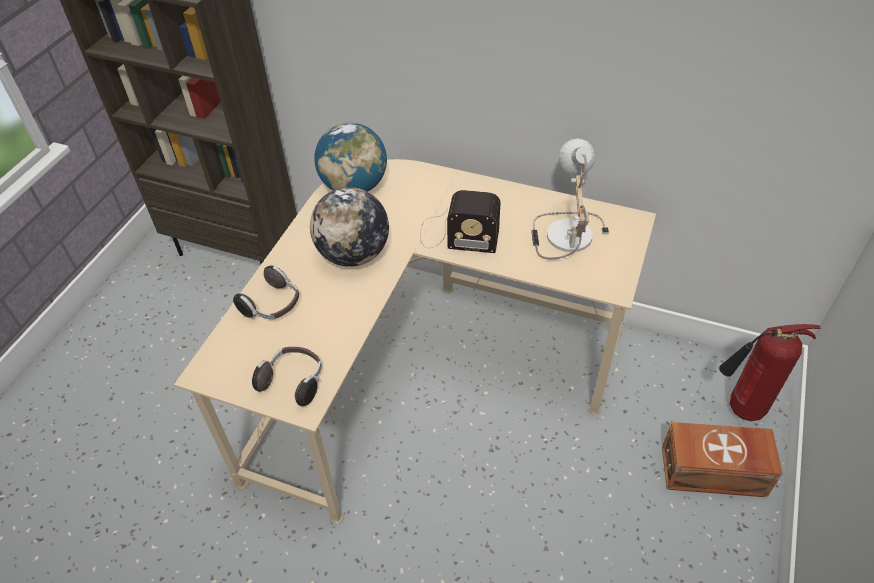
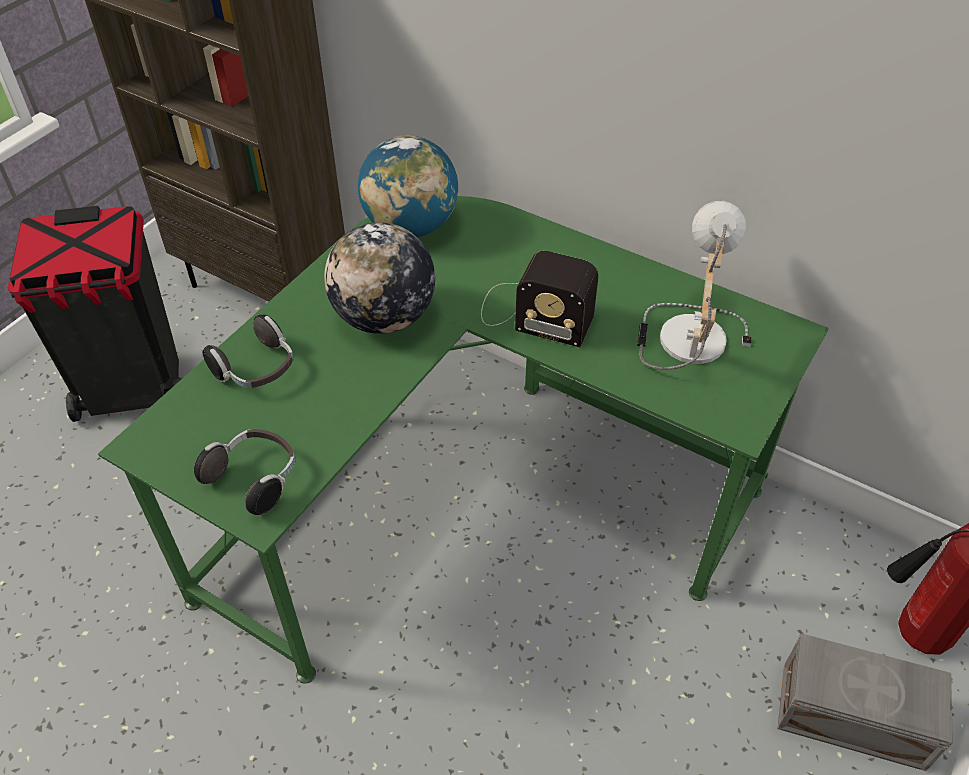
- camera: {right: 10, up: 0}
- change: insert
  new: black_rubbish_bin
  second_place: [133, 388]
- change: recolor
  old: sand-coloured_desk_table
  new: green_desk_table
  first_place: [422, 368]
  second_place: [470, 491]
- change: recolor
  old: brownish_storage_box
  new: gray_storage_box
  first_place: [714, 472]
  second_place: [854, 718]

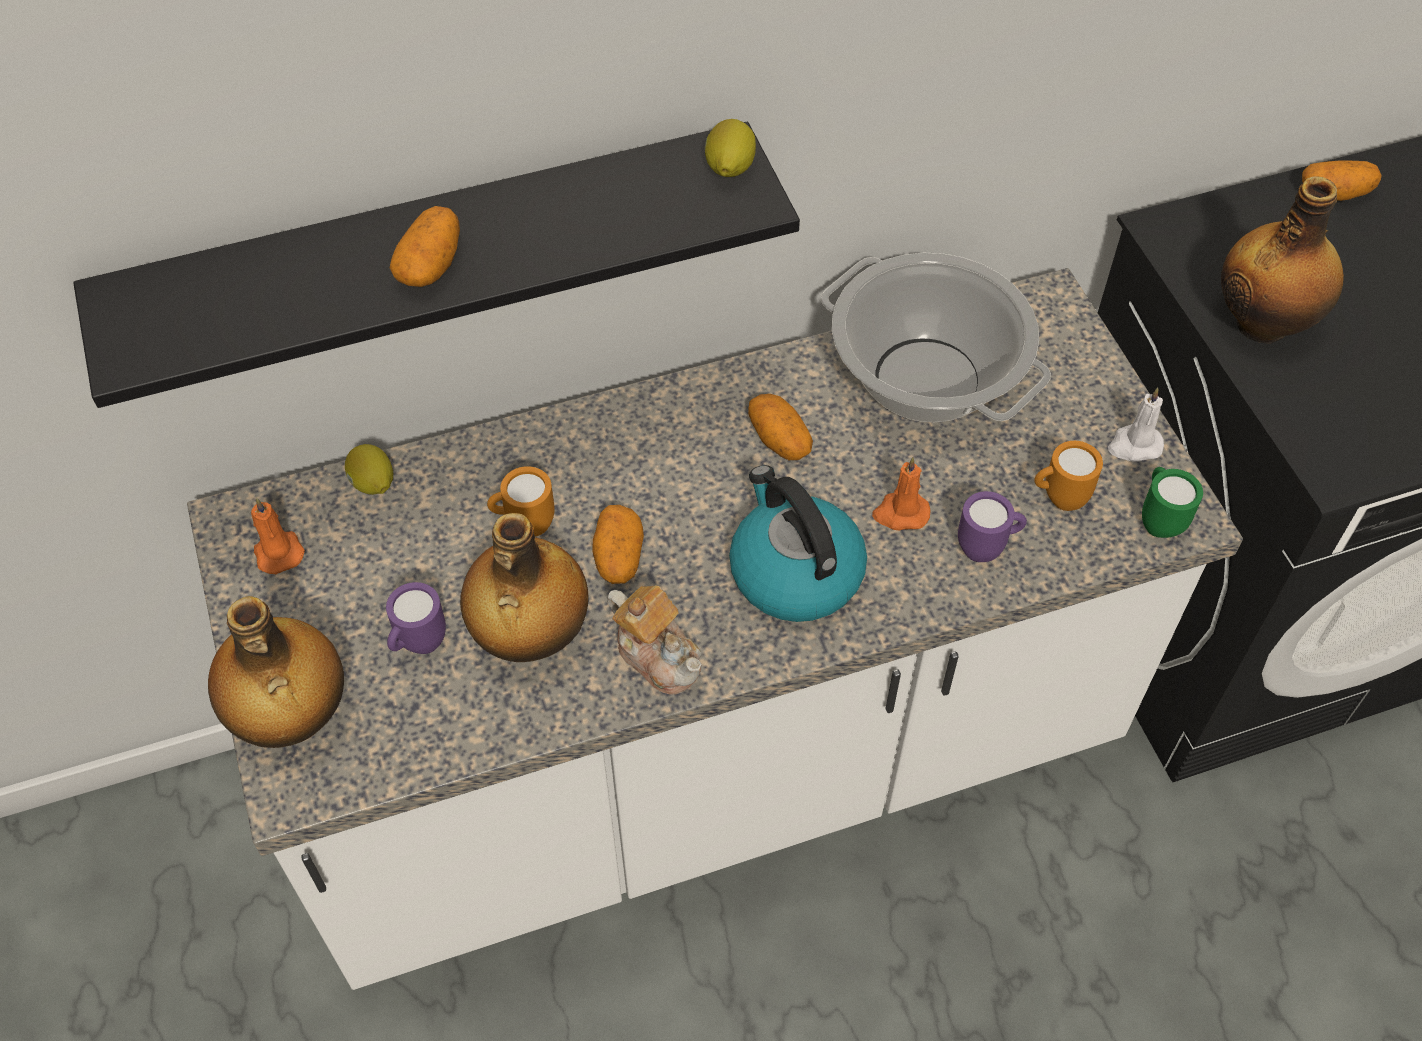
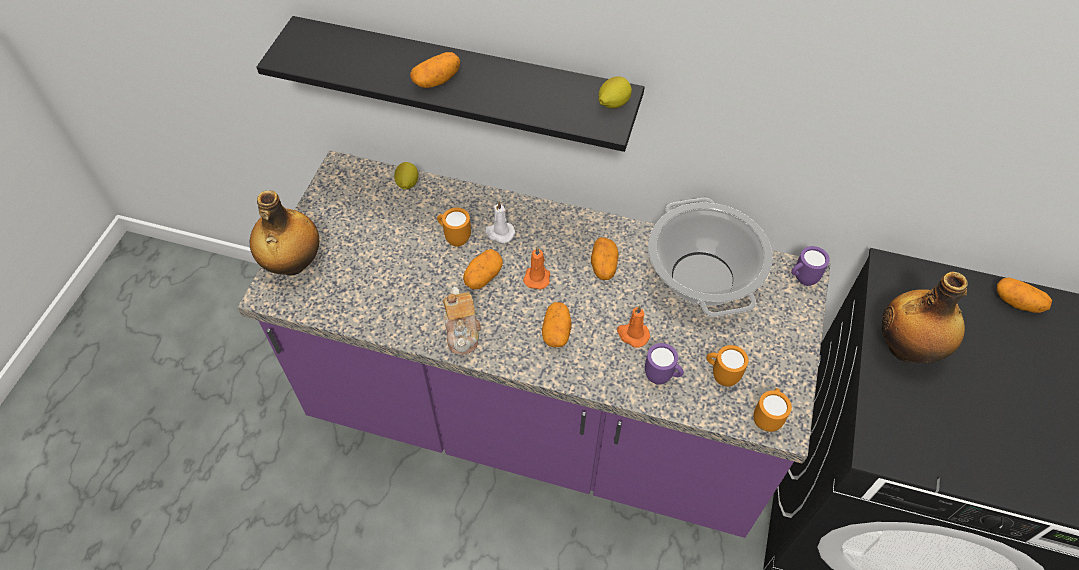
- camera: {right: 35, up: 0}
- change: delete
  old: beverage_bottle
  first_place: [529, 636]
- change: move
  old: orange_candle
  first_place: [278, 551]
  second_place: [537, 277]
- change: move
  old: purple_mug
  first_place: [418, 645]
  second_place: [801, 279]
- change: move
  old: white_candle
  first_place: [1134, 445]
  second_place: [499, 233]
- change: replace
  old: tea_kettle
  new: spud
  first_place: [794, 572]
  second_place: [556, 331]
- change: recolor
  old: white_kitchen_counter
  new: purple_kitchen_counter
  first_place: [711, 761]
  second_place: [538, 418]
- change: recolor
  old: green_mug
  new: orange_mug
  first_place: [1158, 519]
  second_place: [767, 418]

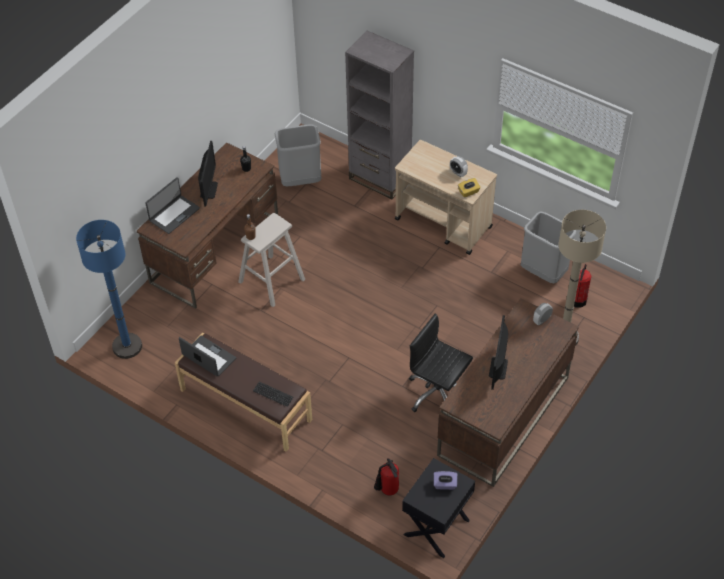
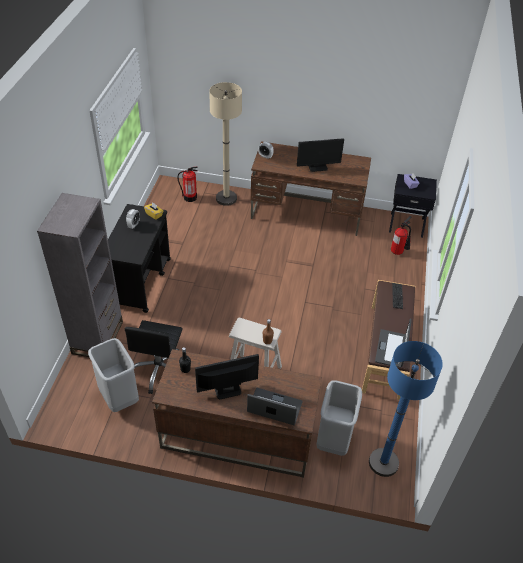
- camera: {right: -115, up: -5}
- change: move
  old: black_computer_chair
  first_place: [438, 393]
  second_place: [159, 370]
- change: move
  old: gray_rubbish_bin
  first_place: [544, 272]
  second_place: [333, 439]
- change: recolor
  old: sand-coloured_cart
  new: black_cart
  first_place: [444, 223]
  second_place: [140, 281]

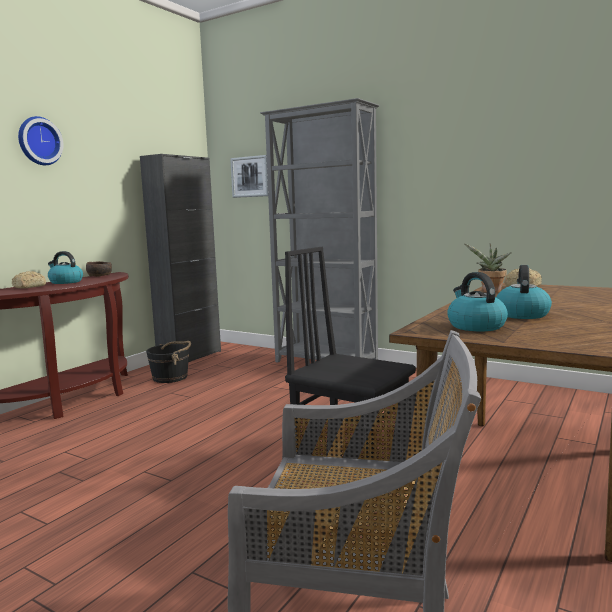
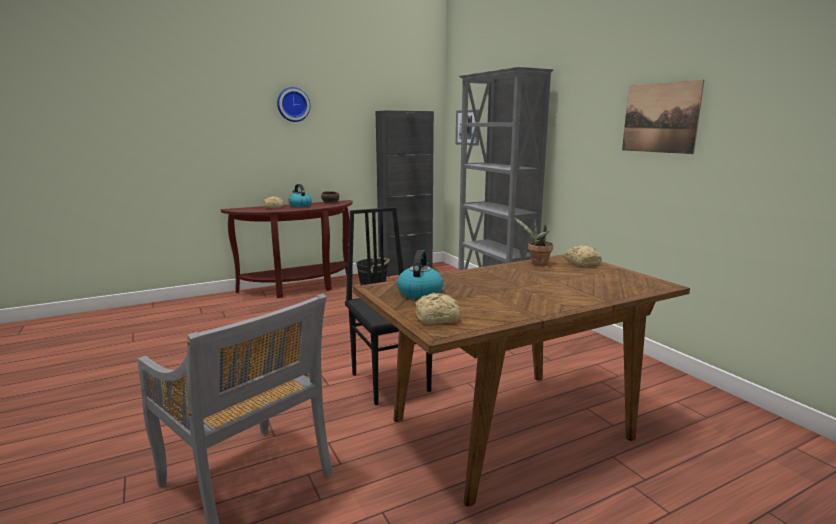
- camera: {right: 30, up: 5}
- change: delete
  old: tea_kettle
  first_place: [521, 314]
- change: insert
  new: bread
  second_place: [438, 318]
- change: insert
  new: picture
  second_place: [660, 118]

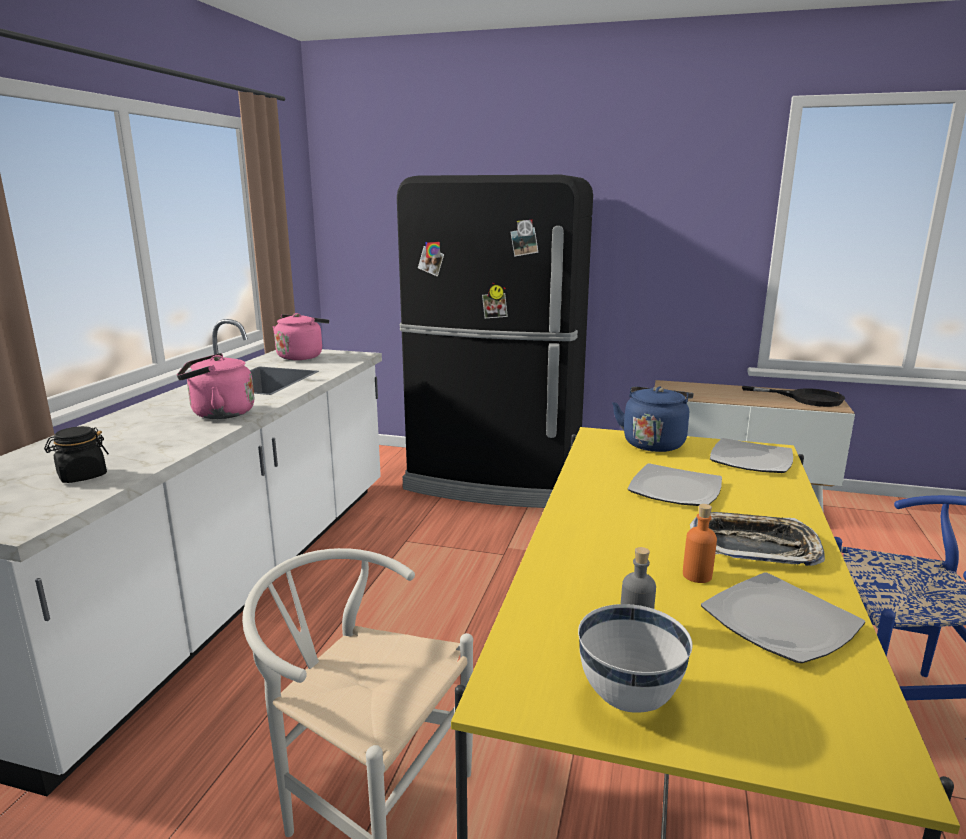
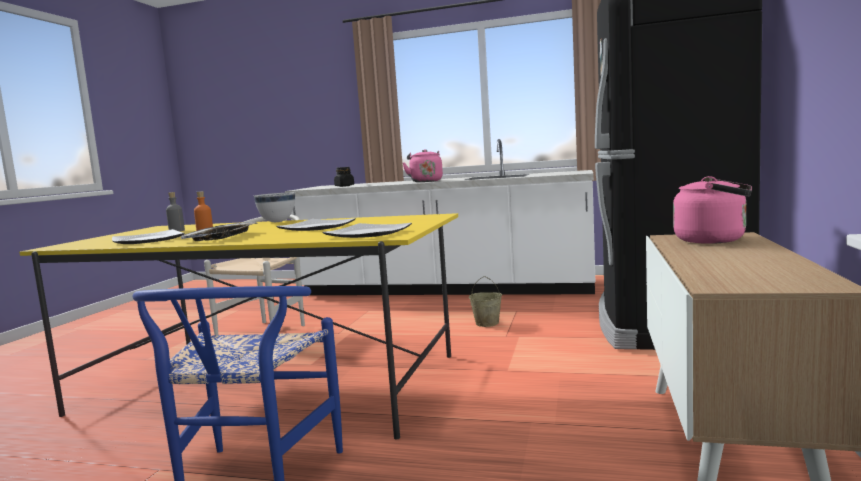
- camera: {right: 90, up: -10}
- change: delete
  old: blue_tea_kettle
  first_place: [654, 443]
- change: delete
  old: black_pan
  first_place: [806, 398]
- change: insert
  new: sand-coloured_water_bucket
  second_place: [487, 323]
- change: move
  old: pink_tea_kettle
  first_place: [301, 356]
  second_place: [714, 240]
- change: move
  old: white_bowl
  first_place: [628, 699]
  second_place: [277, 222]

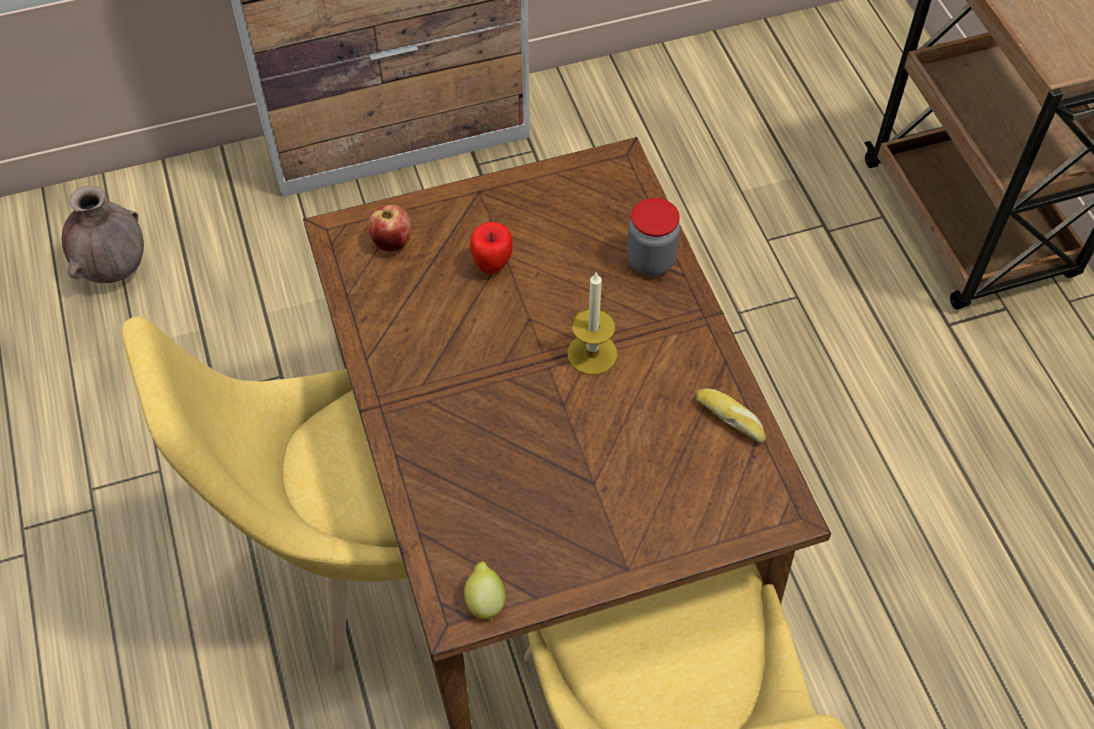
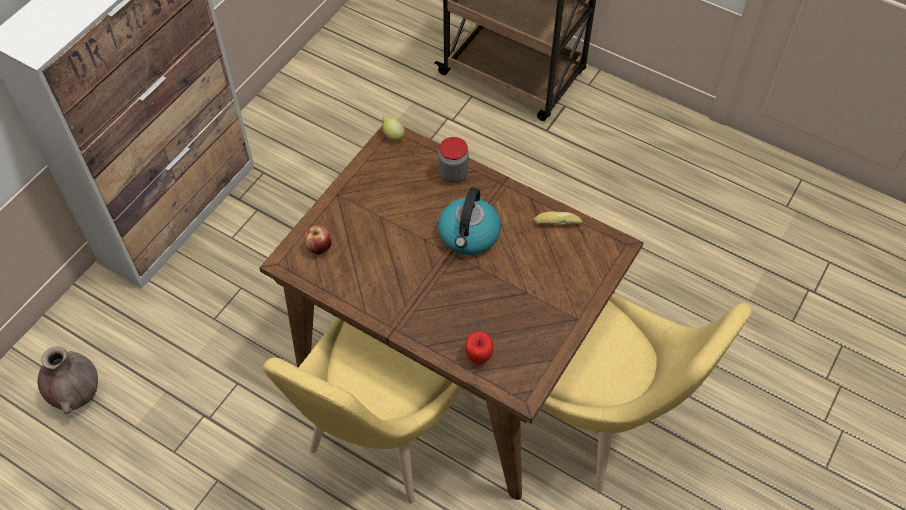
- camera: {right: -40, up: 0}
- change: move
  old: lemon
  first_place: [485, 600]
  second_place: [393, 136]
- change: move
  old: apple_fruit
  first_place: [492, 266]
  second_place: [478, 357]
- change: replace
  old: candle
  new: tea_kettle
  first_place: [592, 354]
  second_place: [469, 235]

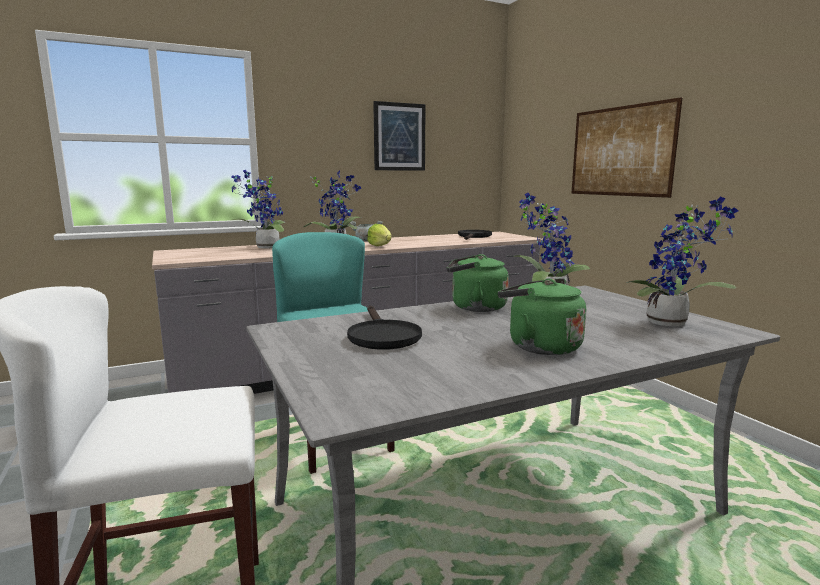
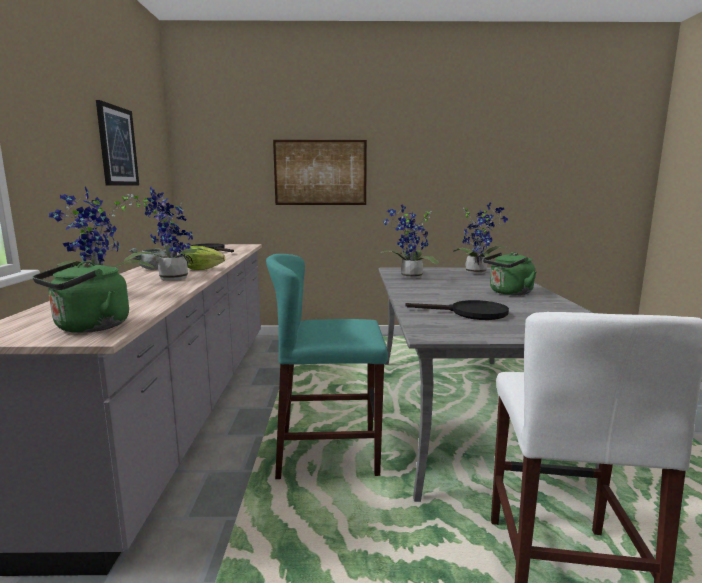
- camera: {right: -65, up: 0}
- change: move
  old: green_tea_kettle
  first_place: [475, 307]
  second_place: [88, 327]

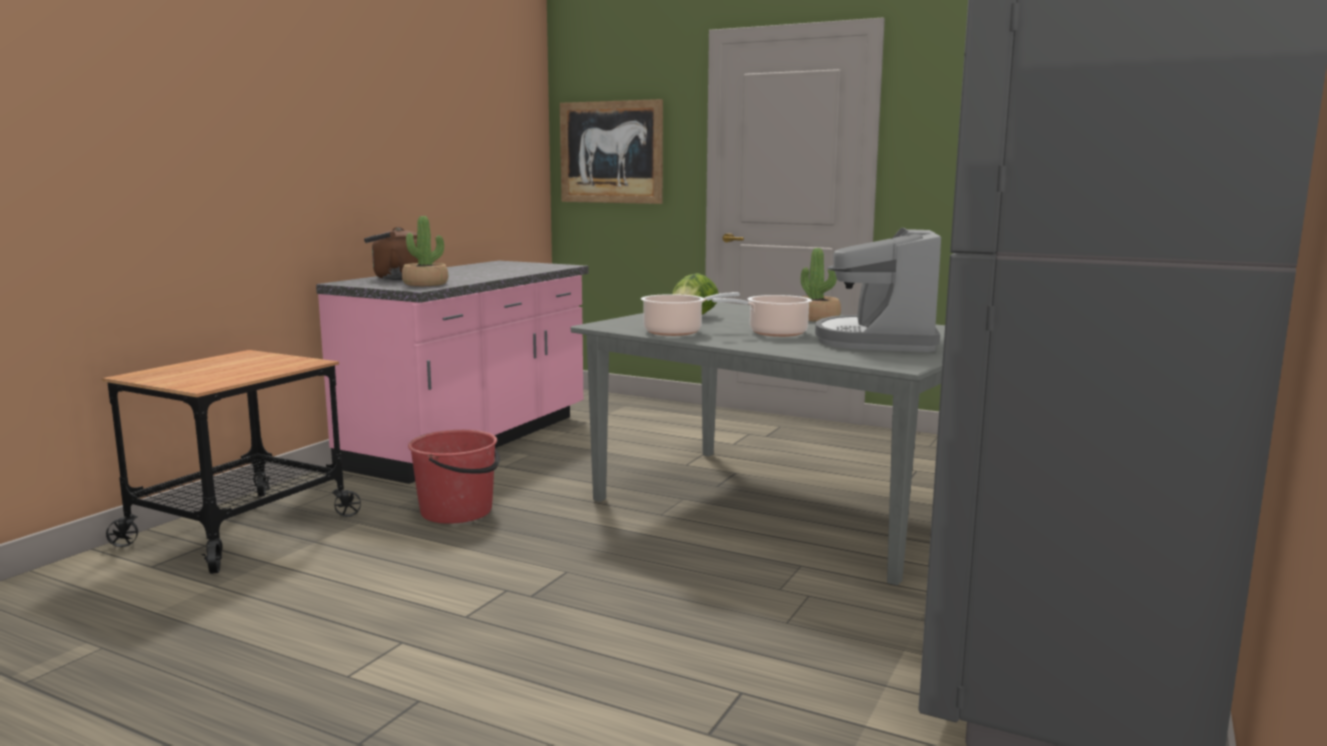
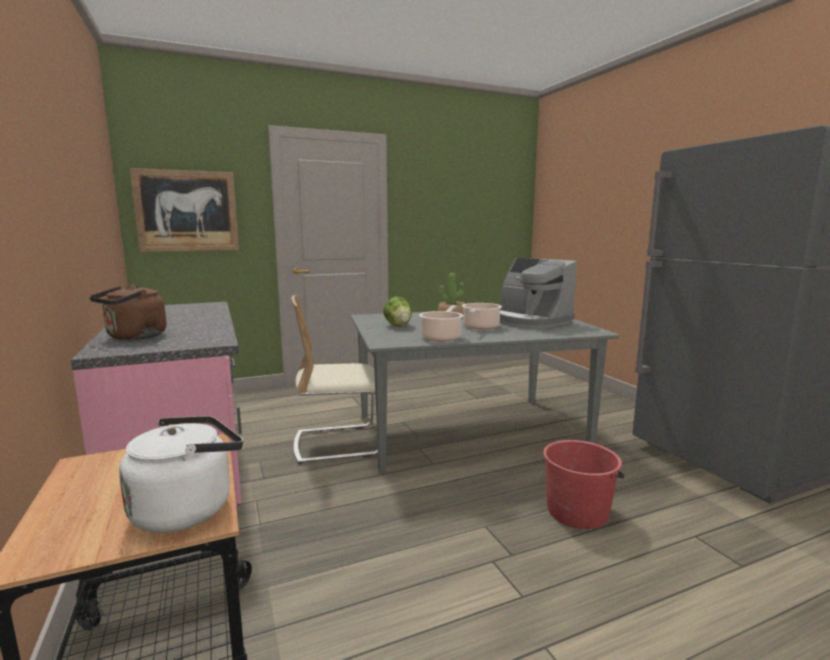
- camera: {right: -50, up: 0}
- change: delete
  old: plant_in_a_pot
  first_place: [425, 284]
- change: insert
  new: white_tea_kettle
  second_place: [188, 508]
- change: insert
  new: sand-coloured_upright_chair
  second_place: [338, 443]
- change: move
  old: reddish_water_bucket
  first_place: [457, 511]
  second_place: [577, 511]

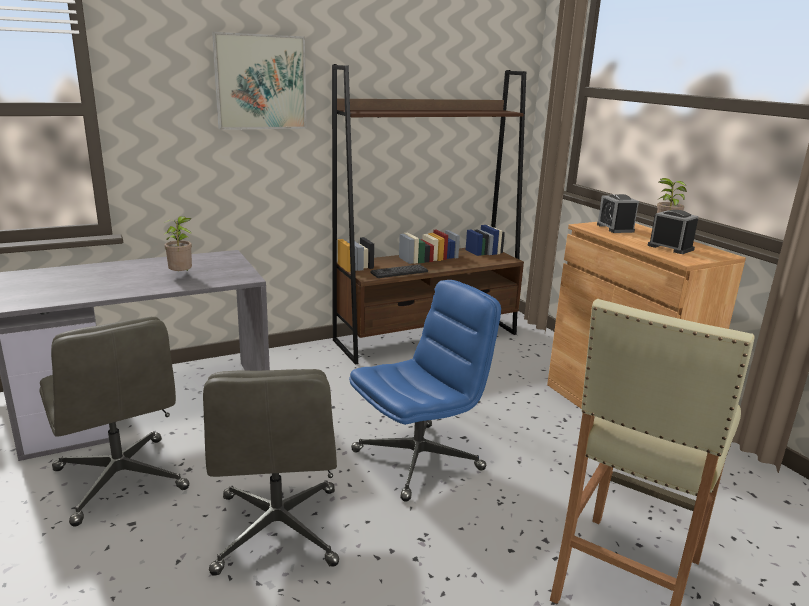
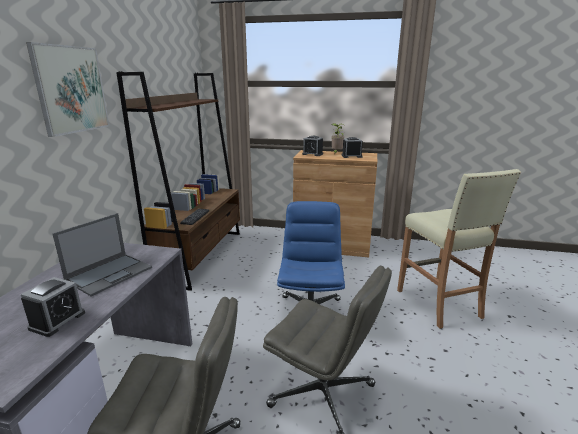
- camera: {right: -50, up: 0}
- change: insert
  new: bedside_clock
  second_place: [57, 320]
- change: replace
  old: plant_in_a_pot
  new: notebook_computer
  first_place: [182, 276]
  second_place: [110, 273]

